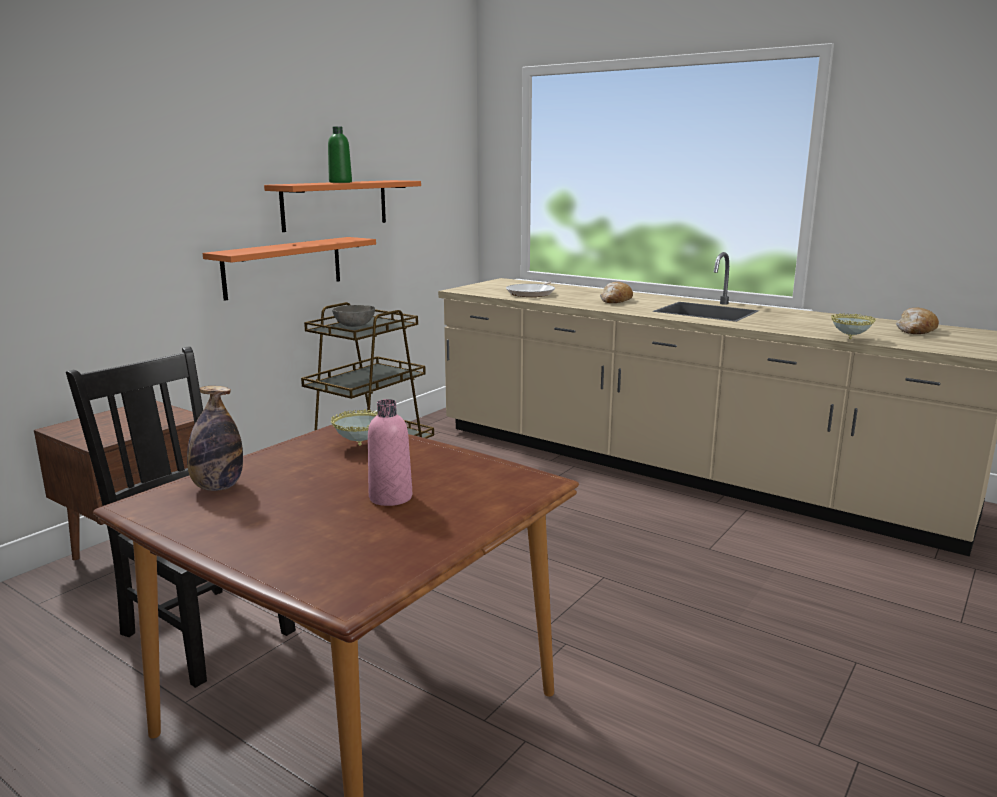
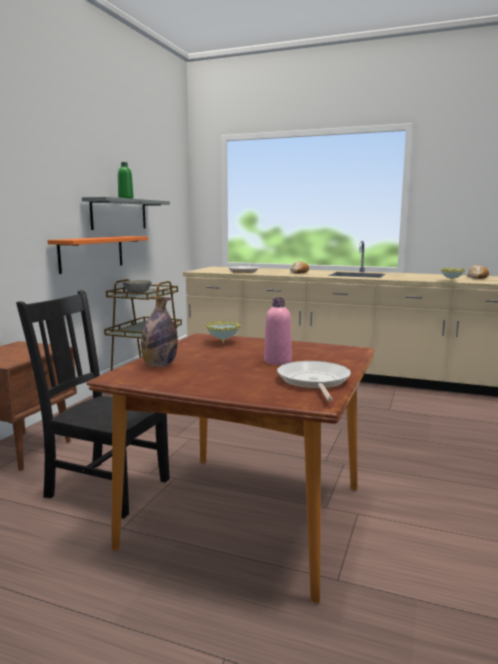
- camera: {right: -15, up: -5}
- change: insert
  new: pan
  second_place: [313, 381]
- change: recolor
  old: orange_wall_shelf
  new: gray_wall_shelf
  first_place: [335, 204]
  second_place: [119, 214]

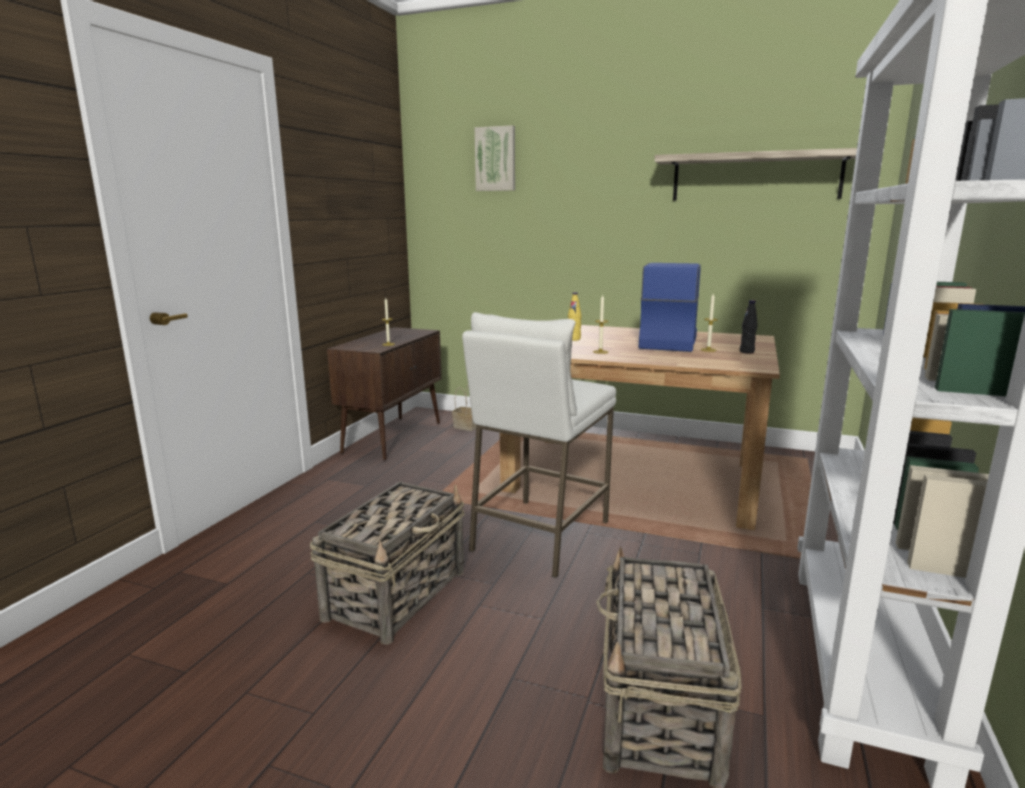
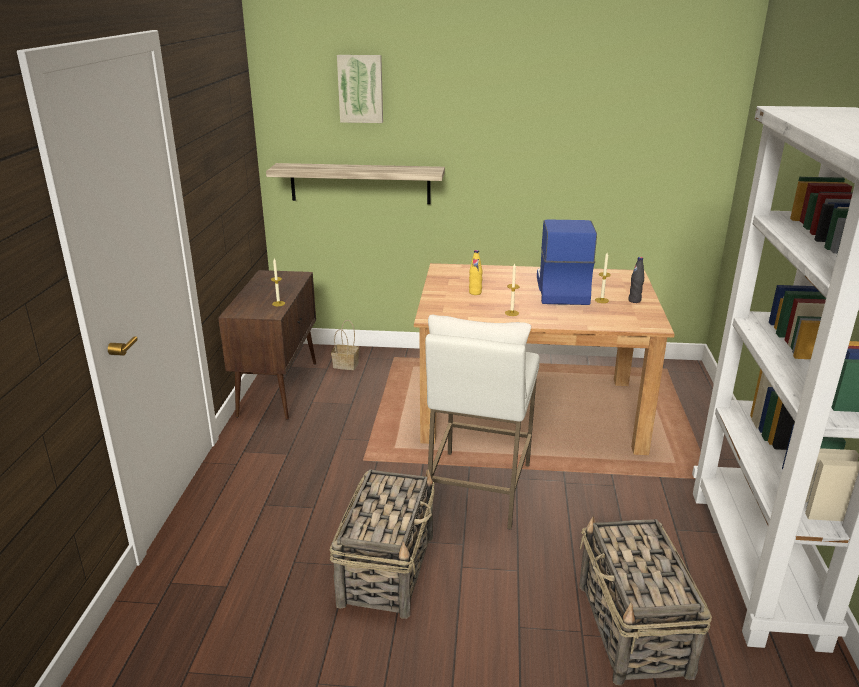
- camera: {right: -15, up: 10}
- change: move
  old: wall_shelf
  first_place: [755, 177]
  second_place: [360, 183]

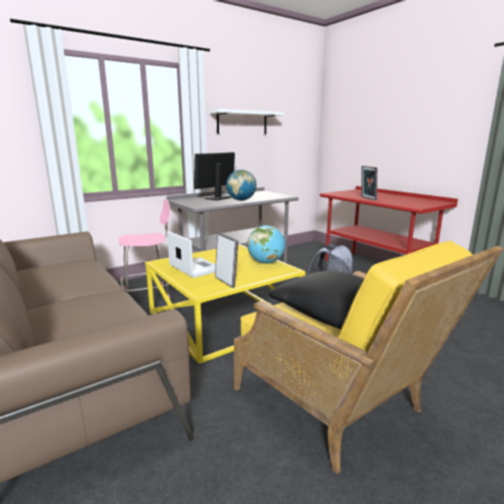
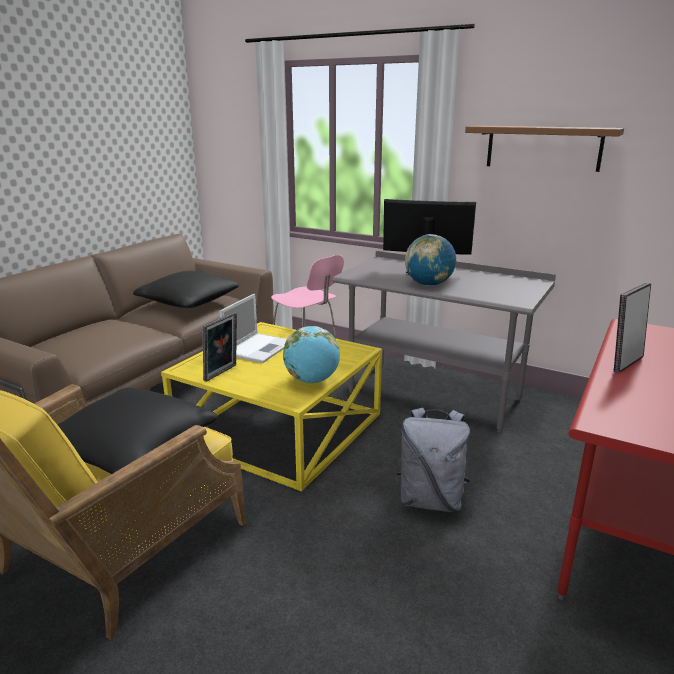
- camera: {right: 65, up: 5}
- change: insert
  new: black_pillow
  second_place: [188, 302]
- change: recolor
  old: white_wall_shelf
  new: brownish_wall_shelf
  first_place: [242, 122]
  second_place: [543, 148]

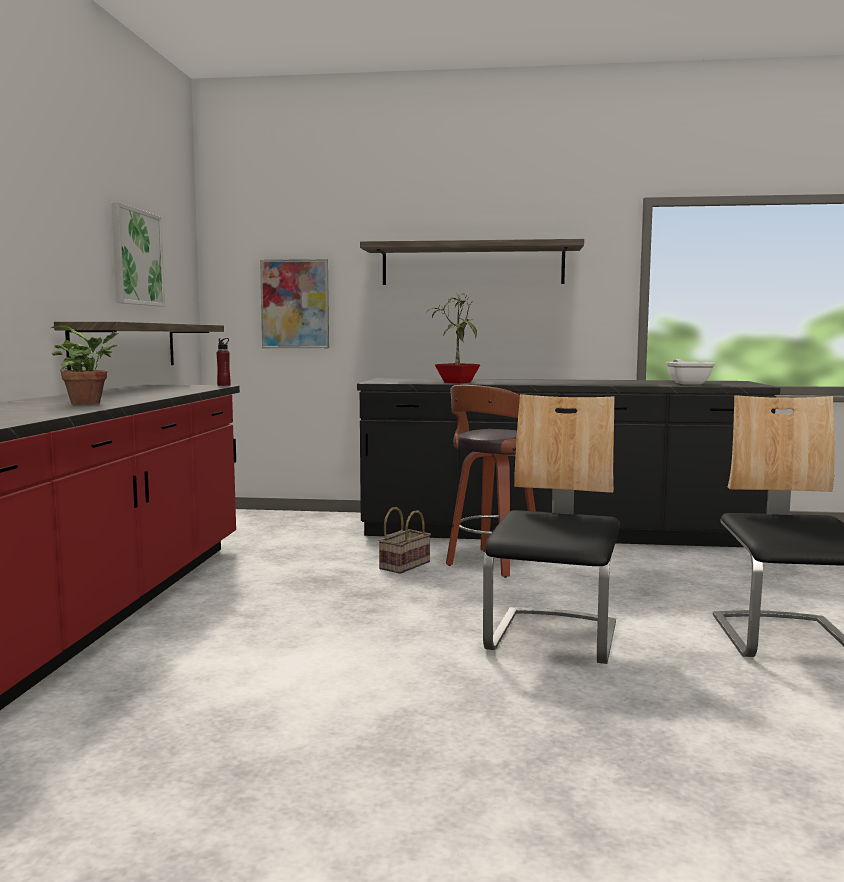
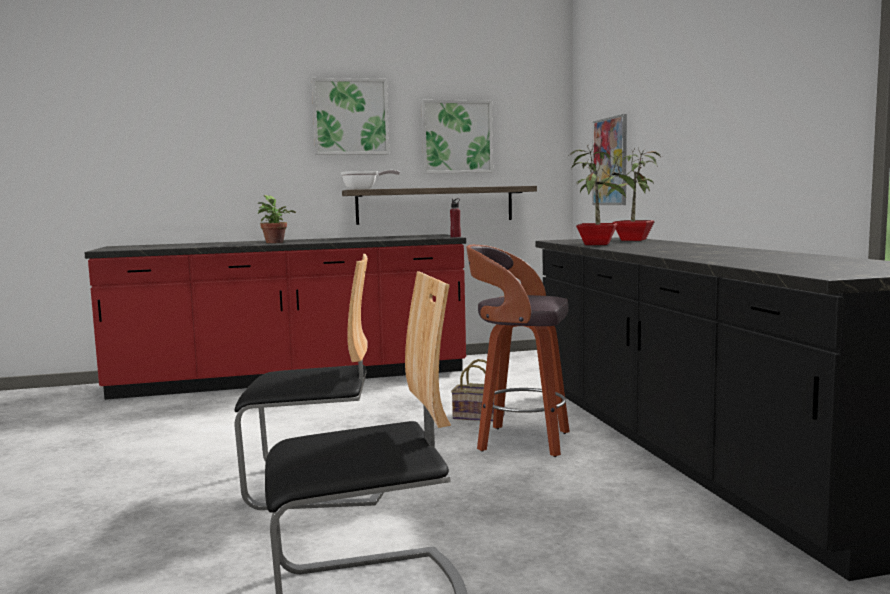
- camera: {right: 70, up: 0}
- change: delete
  old: wall_shelf
  first_place: [472, 265]
- change: insert
  new: picture
  second_place: [350, 117]
- change: insert
  new: plant_in_a_pot
  second_place: [632, 240]
- change: move
  old: pan
  first_place: [687, 383]
  second_place: [364, 189]

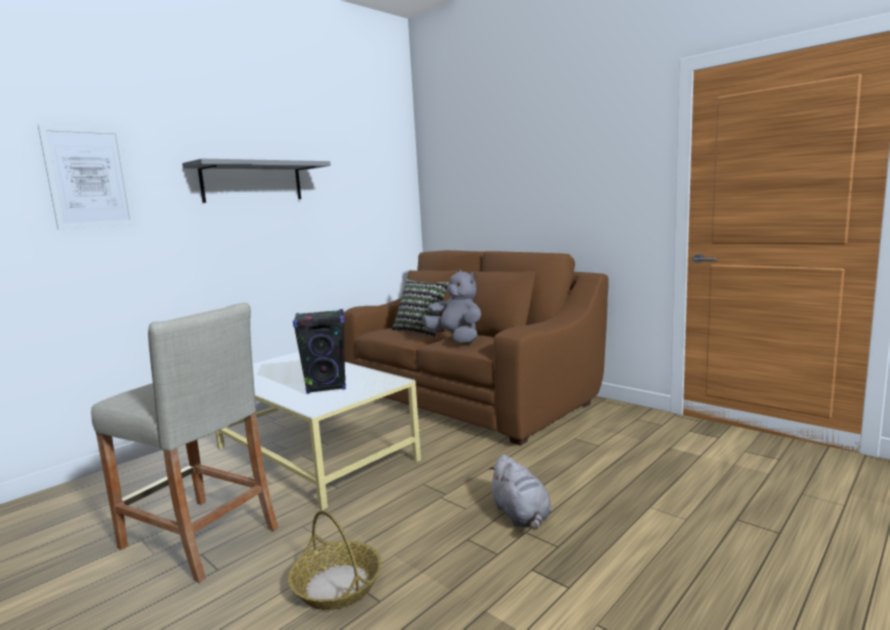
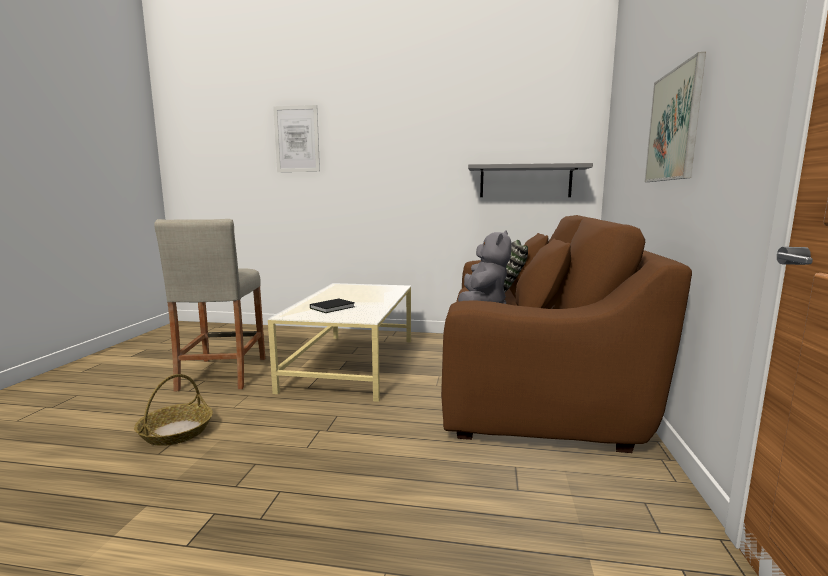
- camera: {right: 55, up: 0}
- change: delete
  old: gray_plush_toy
  first_place: [521, 516]
- change: insert
  new: picture
  second_place: [674, 125]
- change: move
  old: gray_wall_shelf
  first_place: [252, 182]
  second_place: [525, 181]
- change: replace
  old: black_speaker
  new: black_volume
  first_place: [326, 387]
  second_place: [333, 307]

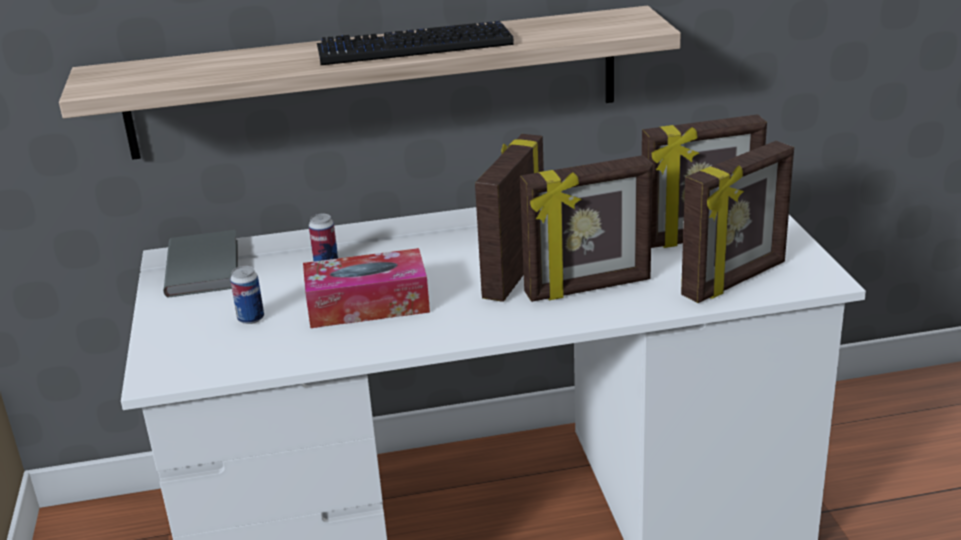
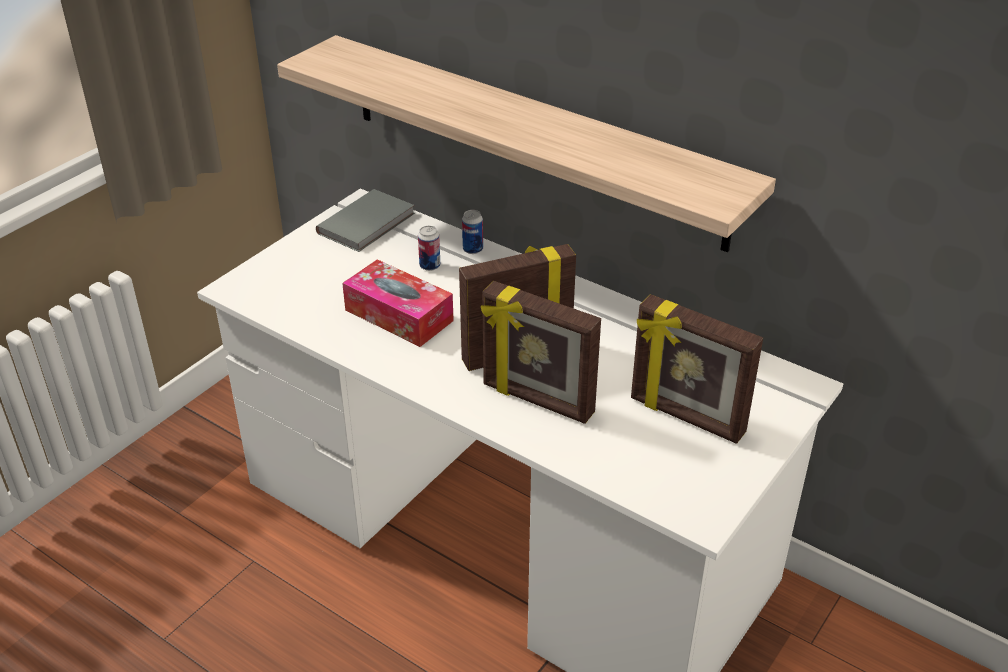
- camera: {right: 45, up: 10}
- change: delete
  old: PC_keyboard
  first_place: [414, 46]
- change: delete
  old: picture_frame
  first_place: [735, 280]
- change: move
  old: metal_can
  first_place: [251, 318]
  second_place: [473, 249]

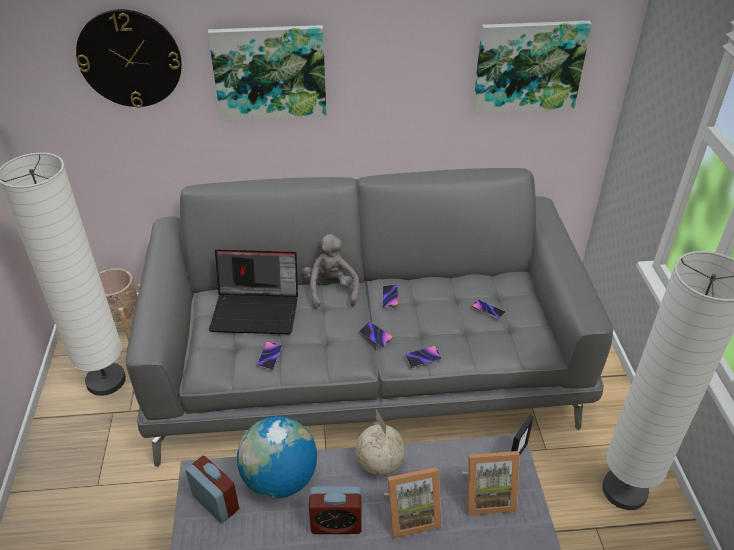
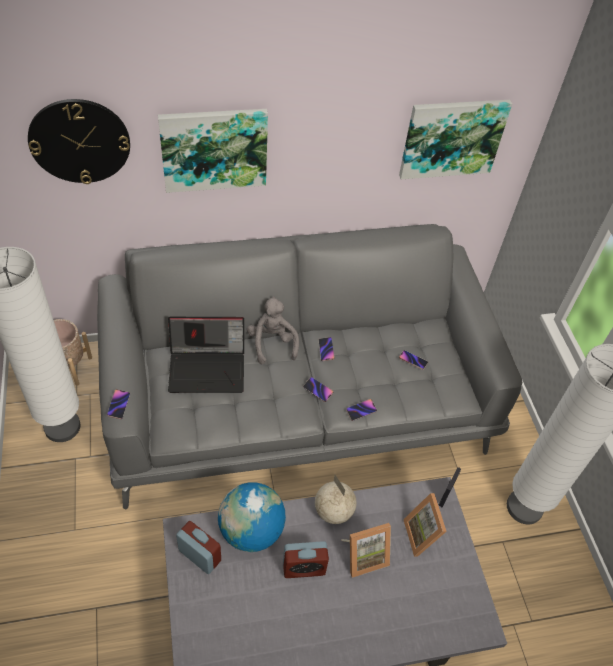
- camera: {right: -10, up: 10}
- change: move
  old: phone
  first_place: [269, 357]
  second_place: [118, 405]
- change: rotate
  old: picture_frame
  first_place: [487, 496]
  second_place: [424, 535]
  degrees: 90

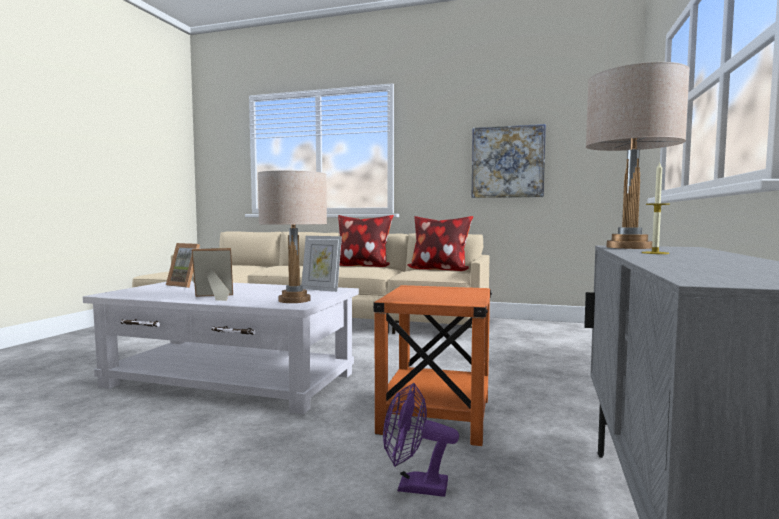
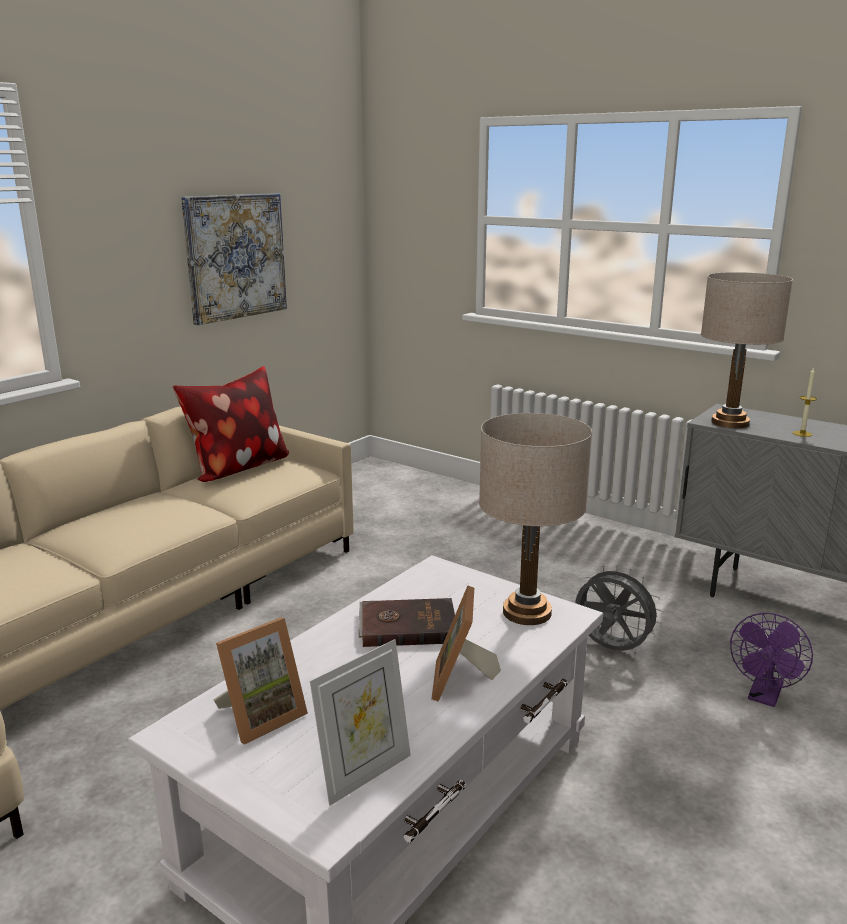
- camera: {right: -70, up: 15}
- change: delete
  old: pillow
  first_place: [362, 266]
- change: insert
  new: brownish_volume
  second_place: [407, 626]
- change: move
  old: picture_frame
  first_place: [321, 289]
  second_place: [364, 774]
- change: replace
  old: orange_end_table
  new: gray_cooling_fan
  first_place: [436, 416]
  second_place: [611, 649]

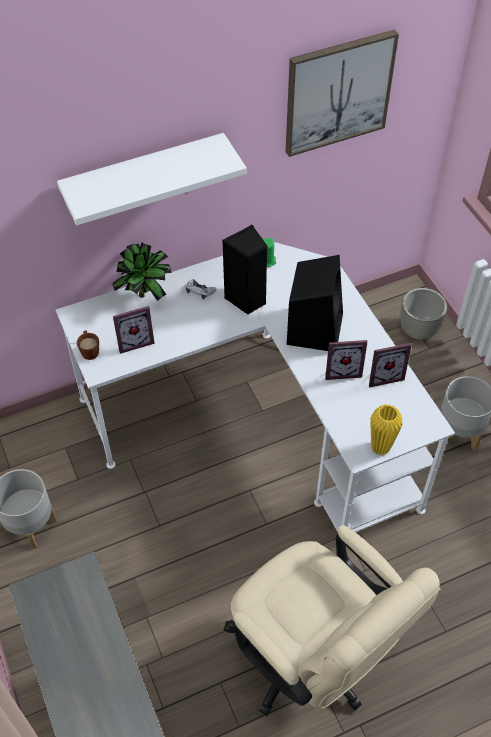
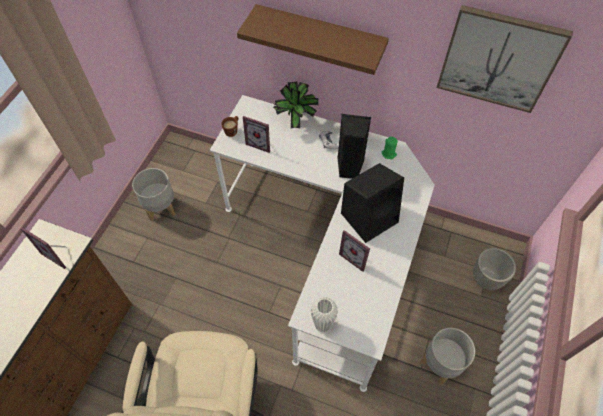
- camera: {right: 45, up: 5}
- change: move
  old: picture_frame
  first_place: [383, 375]
  second_place: [59, 254]
- change: recolor
  old: white_wall_shelf
  new: brownish_wall_shelf
  first_place: [144, 177]
  second_place: [320, 38]
- change: recolor
  old: yellow-coloured_decorative_vase
  new: white_decorative_vase
  first_place: [380, 447]
  second_place: [322, 325]

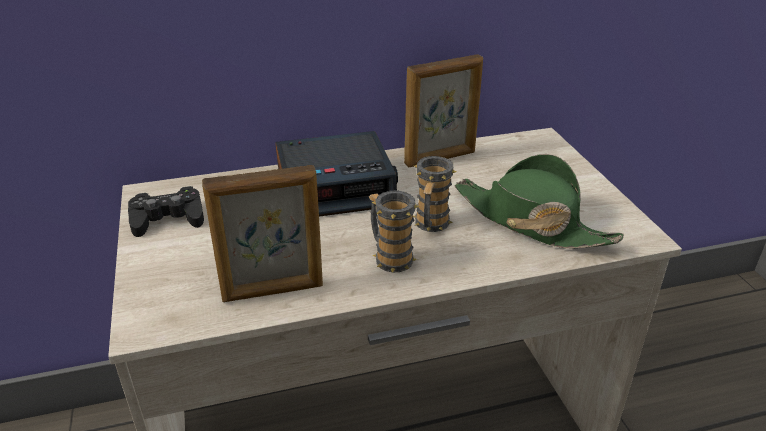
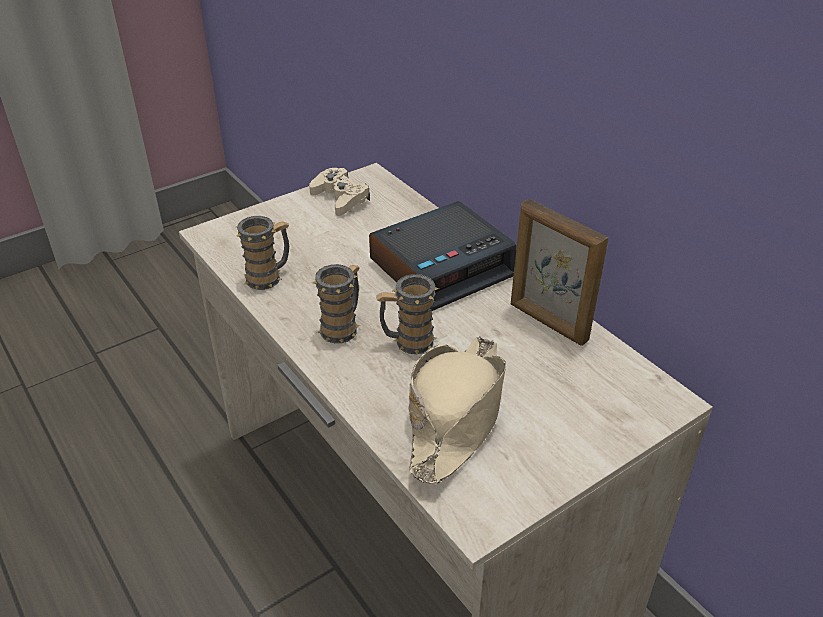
- camera: {right: 70, up: 5}
- change: replace
  old: picture_frame
  new: mug
  first_place: [273, 291]
  second_place: [269, 277]
- change: recolor
  old: black_gamepad
  new: sand-coloured_gamepad
  first_place: [168, 219]
  second_place: [340, 198]
- change: recolor
  old: green_clothing_hat
  new: sand-coloured_clothing_hat
  first_place: [530, 221]
  second_place: [456, 414]
- change: rotate
  old: bedside_clock
  first_place: [336, 186]
  second_place: [442, 267]
  degrees: -90

